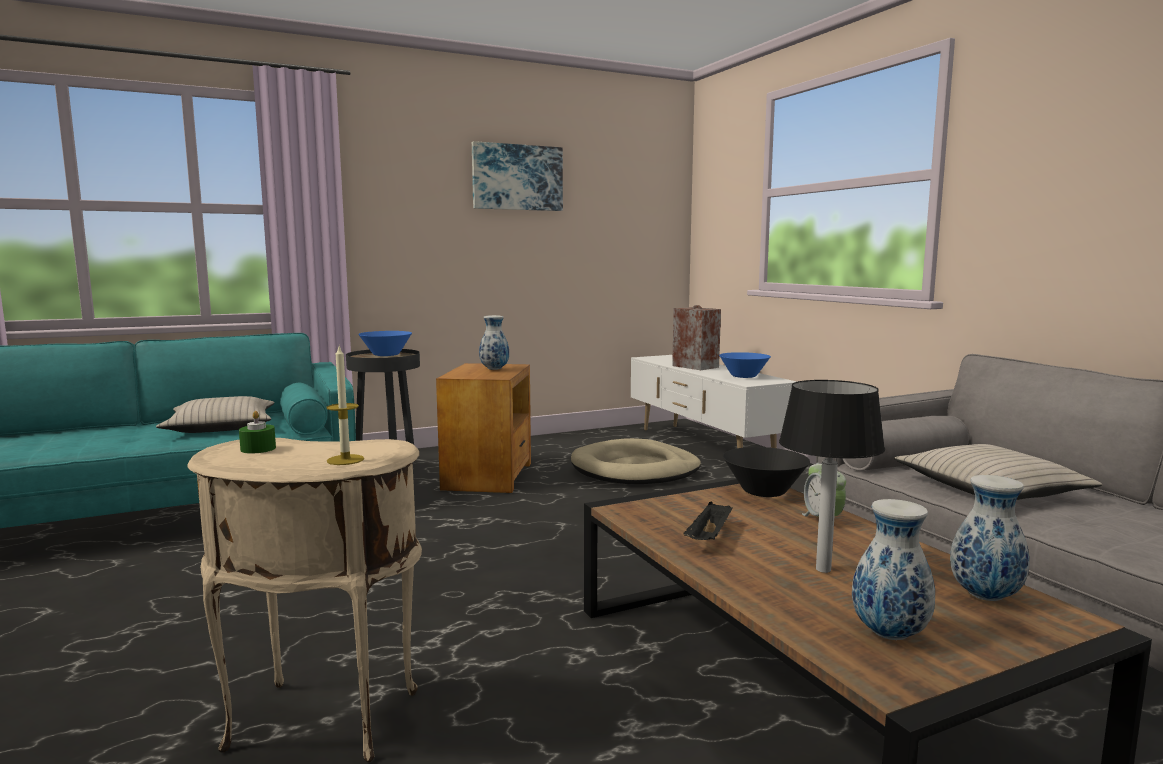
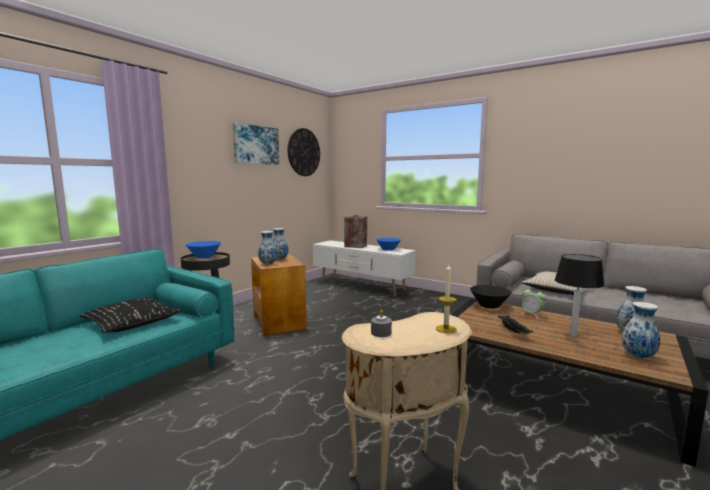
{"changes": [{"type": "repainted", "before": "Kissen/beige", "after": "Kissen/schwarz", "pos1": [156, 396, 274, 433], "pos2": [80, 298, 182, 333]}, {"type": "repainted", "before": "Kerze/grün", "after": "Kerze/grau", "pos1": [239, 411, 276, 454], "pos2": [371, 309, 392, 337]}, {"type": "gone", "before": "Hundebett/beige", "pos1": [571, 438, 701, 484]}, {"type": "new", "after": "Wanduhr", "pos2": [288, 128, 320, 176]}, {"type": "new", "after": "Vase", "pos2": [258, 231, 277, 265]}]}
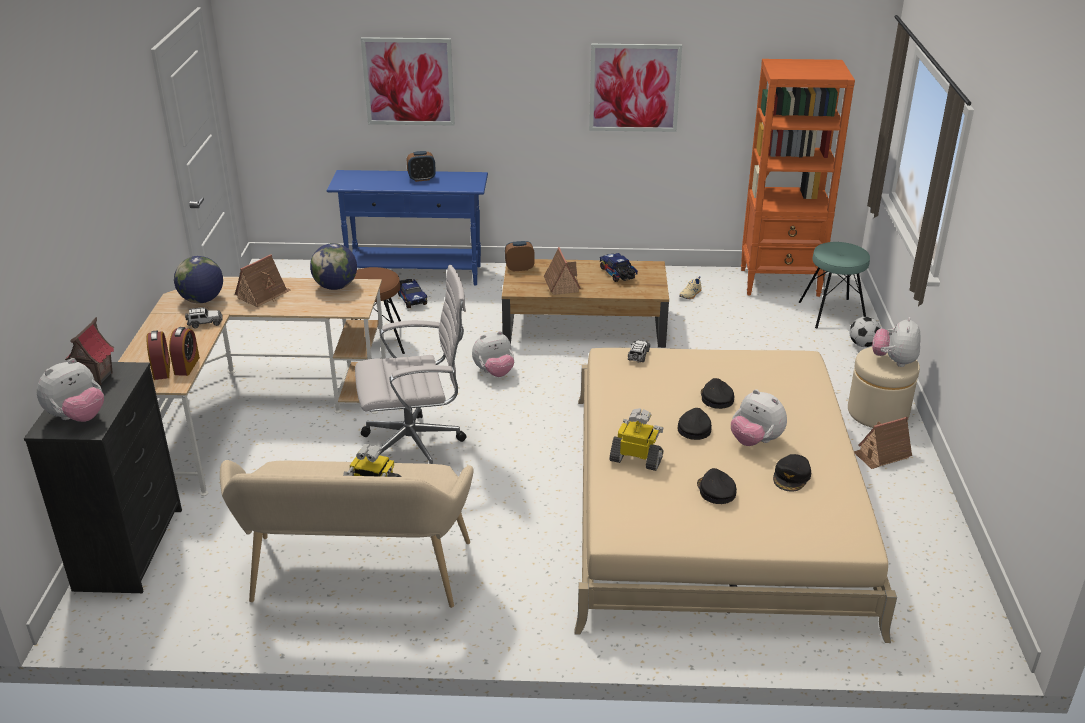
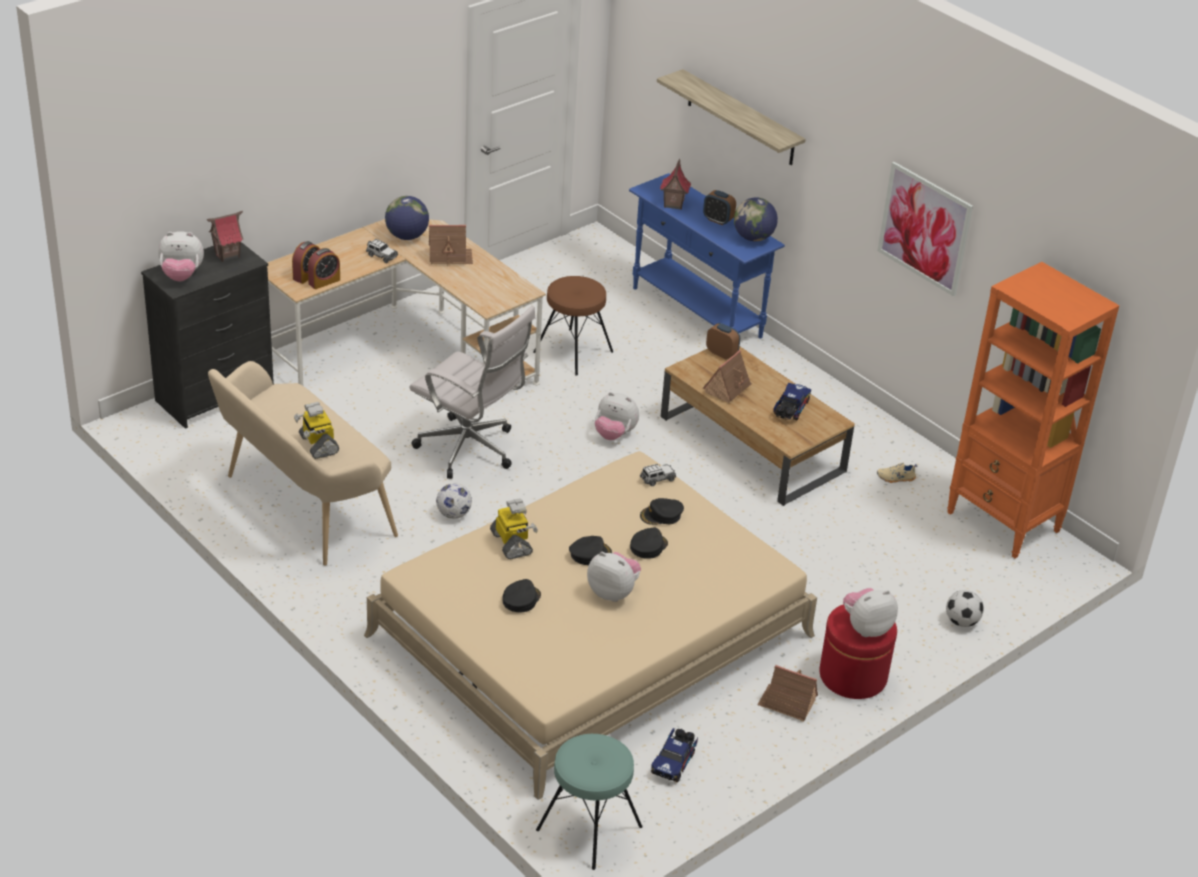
{"changes": [{"type": "swapped", "before": "Bild", "after": "Wandregal", "pos1": [361, 37, 455, 126], "pos2": [657, 69, 806, 165]}, {"type": "shifted", "before": "Hocker/türkis", "pos1": [798, 242, 870, 329], "pos2": [536, 734, 643, 870]}, {"type": "shifted", "before": "Globus", "pos1": [310, 243, 357, 290], "pos2": [734, 198, 778, 241]}, {"type": "shifted", "before": "Spielzeuglaster", "pos1": [398, 279, 427, 308], "pos2": [651, 728, 698, 782]}, {"type": "repainted", "before": "Polsterhocker/beige", "after": "Polsterhocker/rot", "pos1": [848, 347, 920, 428], "pos2": [819, 604, 897, 699]}, {"type": "rotated", "before": "Plüschtier", "pos1": [731, 389, 787, 446], "pos2": [587, 552, 641, 602], "turn": 120}, {"type": "shifted", "before": "Kappe/schwarz", "pos1": [773, 454, 811, 492], "pos2": [640, 498, 684, 525]}, {"type": "new", "after": "Spielzeughaus", "pos2": [660, 159, 691, 210]}, {"type": "new", "after": "Fußball", "pos2": [436, 483, 472, 519]}]}
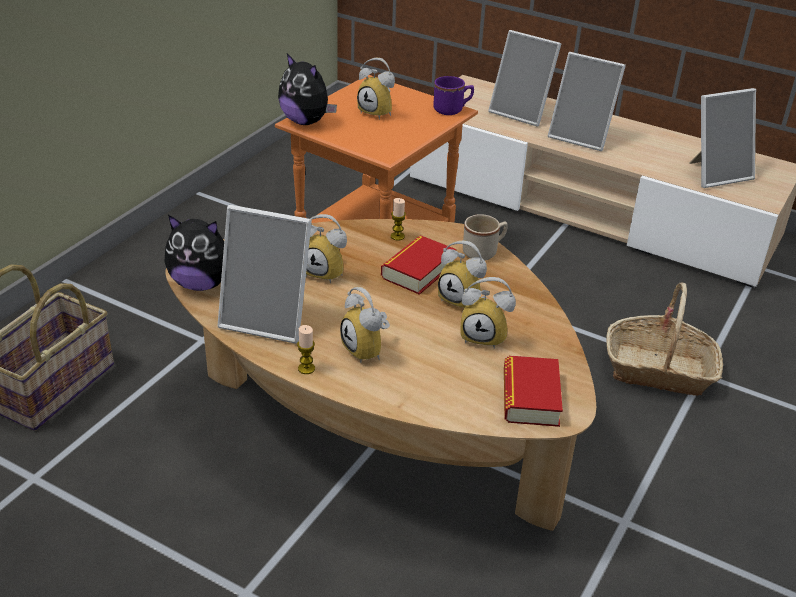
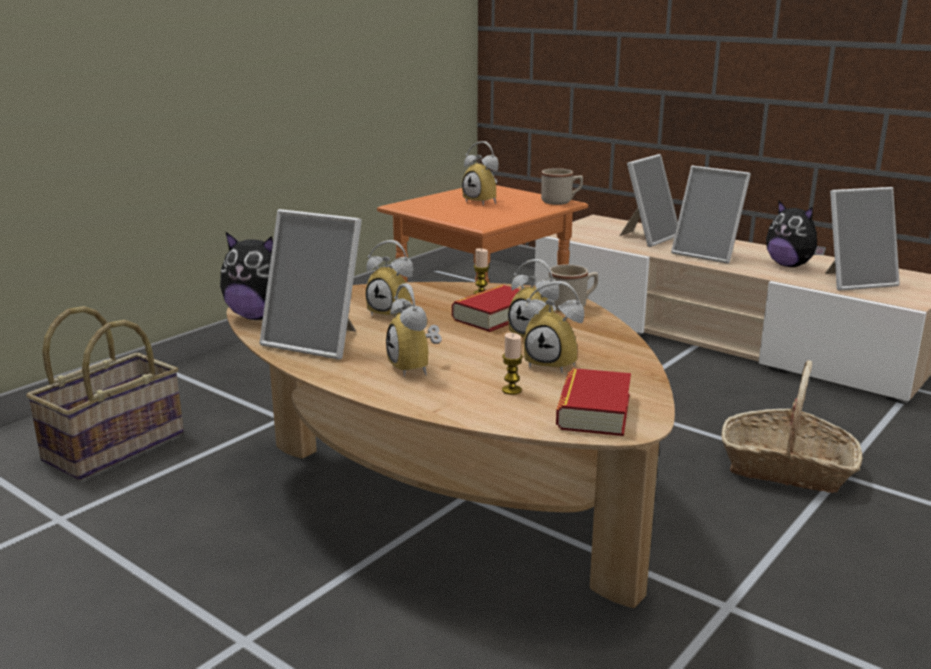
{"changes": [{"type": "rotated", "before": "Bilderrahmen", "pos1": [488, 30, 561, 127], "pos2": [619, 154, 678, 247], "turn": -90}, {"type": "shifted", "before": "Plüschtier", "pos1": [278, 53, 337, 125], "pos2": [766, 201, 826, 267]}, {"type": "repainted", "before": "Henkelbecher/lila", "after": "Henkelbecher/beige", "pos1": [433, 76, 474, 115], "pos2": [541, 168, 583, 205]}, {"type": "shifted", "before": "Kerze", "pos1": [297, 325, 315, 374], "pos2": [502, 333, 523, 395]}]}
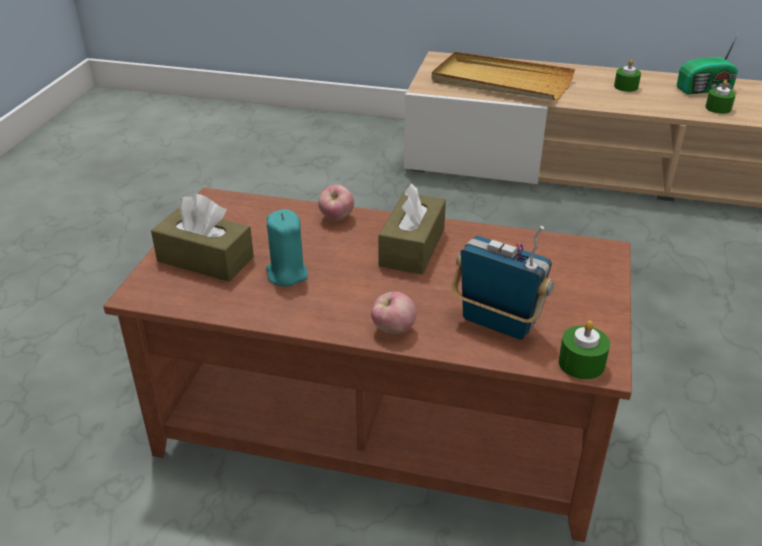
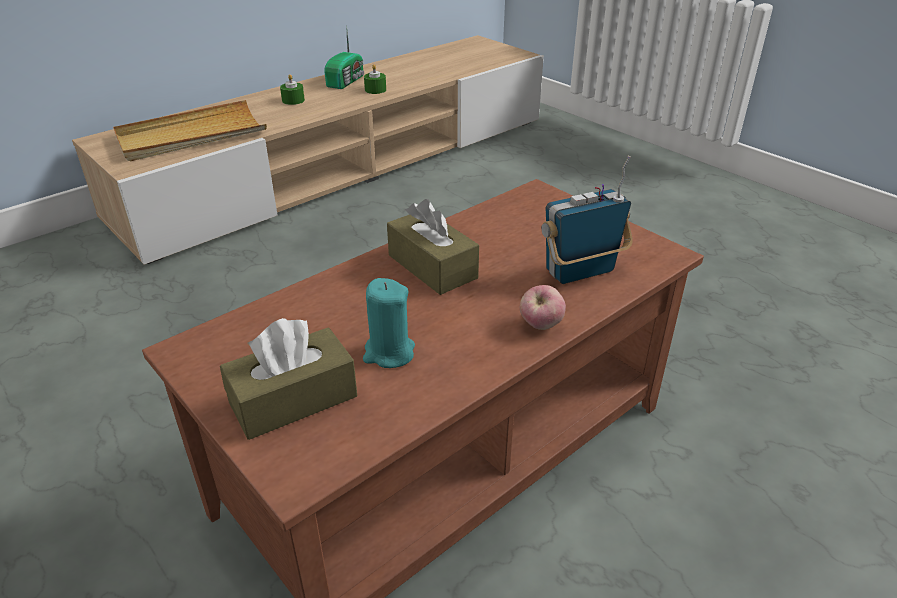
{"changes": [{"type": "gone", "before": "Apfel", "pos1": [318, 185, 354, 220]}, {"type": "gone", "before": "Kerze/grün", "pos1": [558, 320, 610, 380]}]}
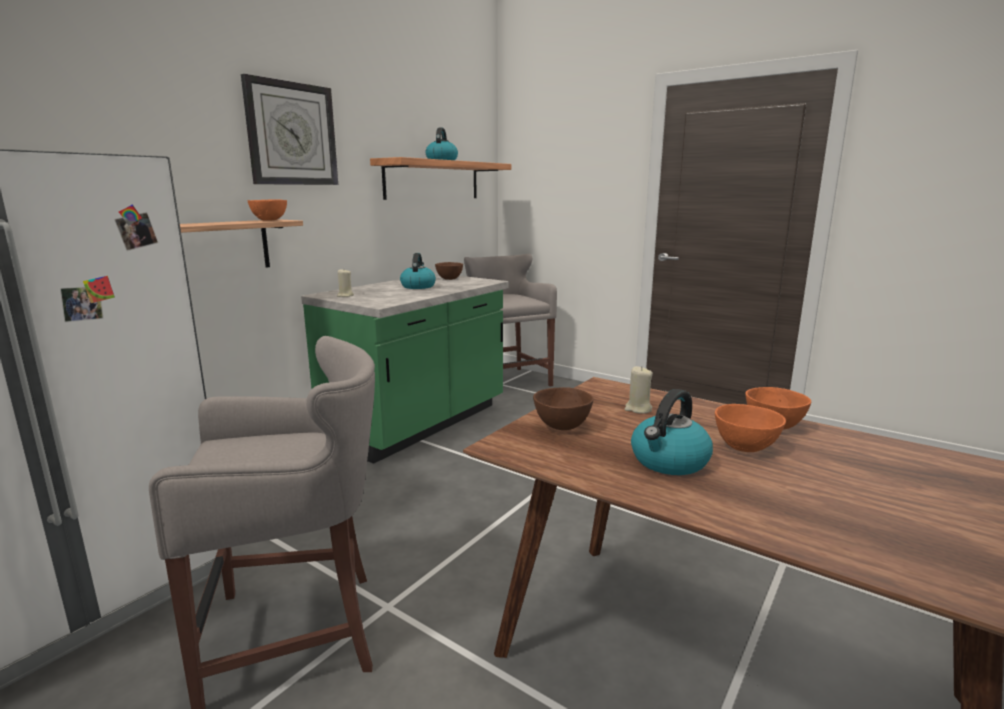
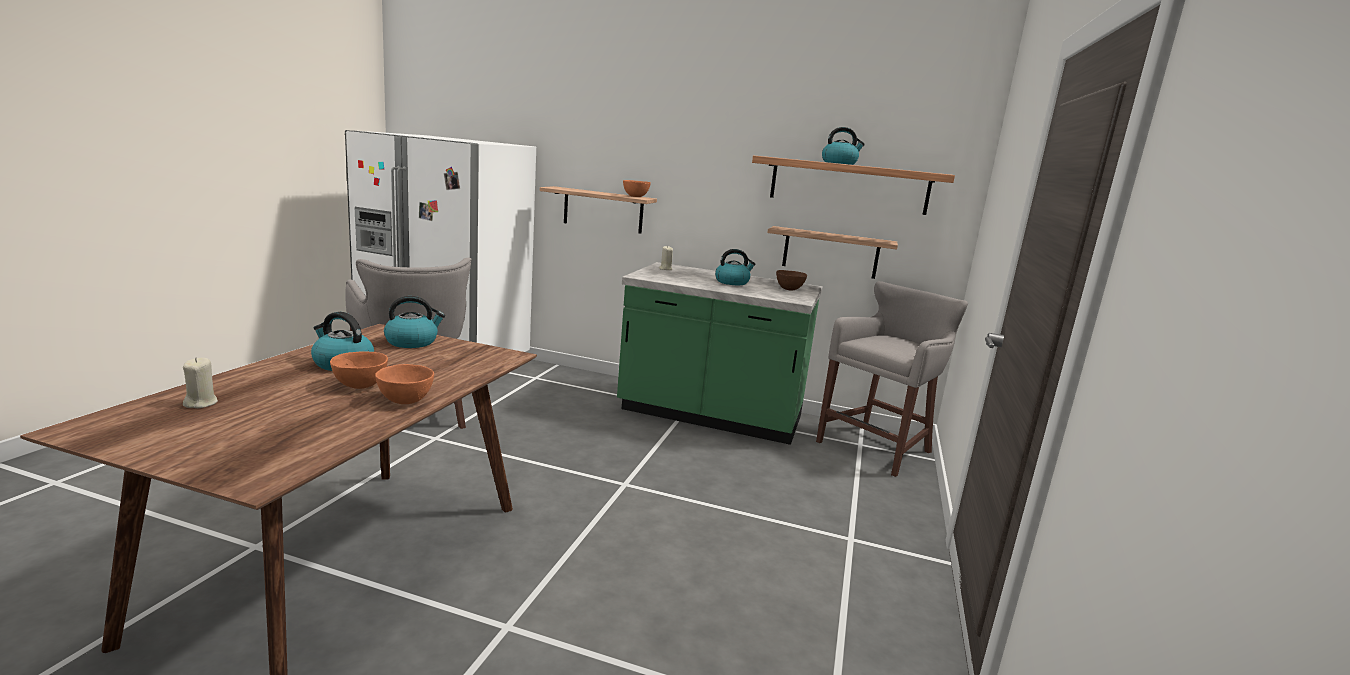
{"changes": [{"type": "gone", "before": "Wanduhr", "pos1": [241, 74, 338, 185]}, {"type": "shifted", "before": "Kerze/beige", "pos1": [625, 366, 653, 414], "pos2": [183, 358, 218, 408]}, {"type": "swapped", "before": "Schüssel/braun", "after": "Wasserkessel", "pos1": [533, 387, 594, 430], "pos2": [384, 296, 445, 348]}, {"type": "new", "after": "Wandregal", "pos2": [767, 226, 898, 279]}]}
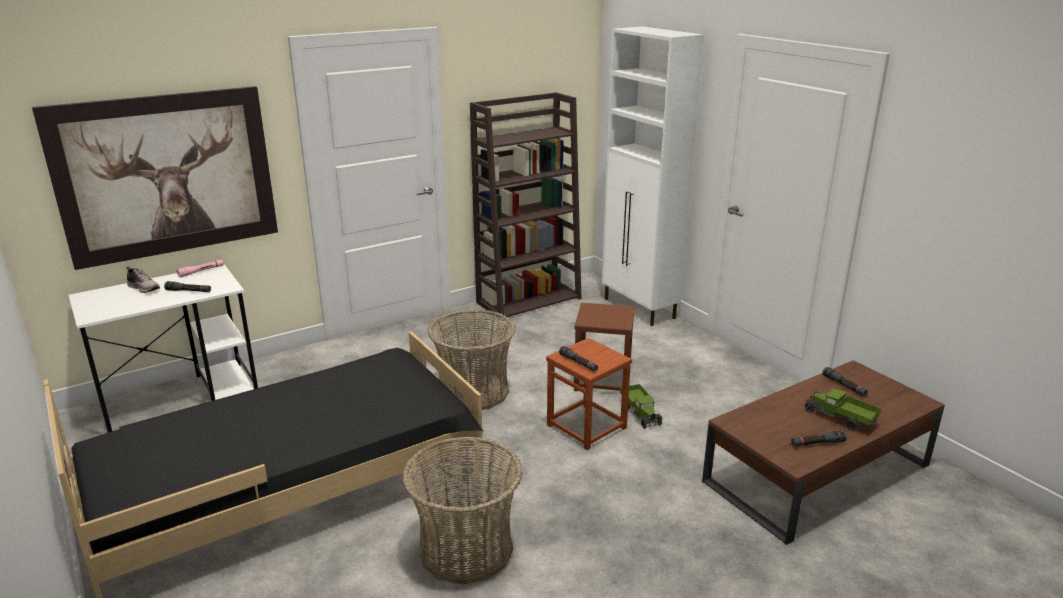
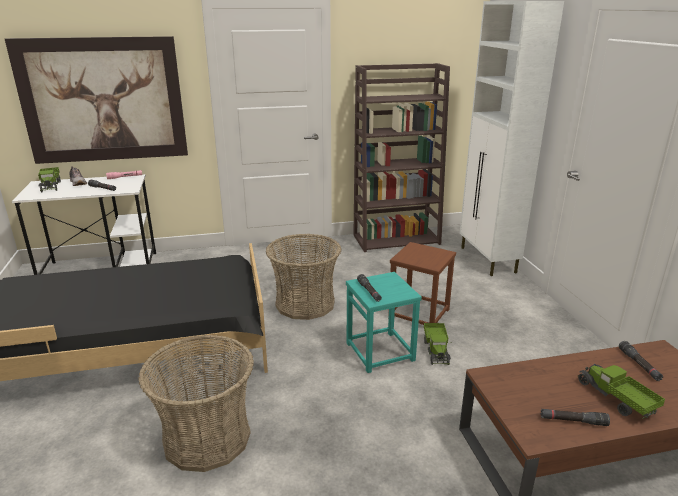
{"changes": [{"type": "repainted", "before": "Hocker/braun", "after": "Hocker/türkis", "pos1": [546, 338, 632, 450], "pos2": [346, 272, 422, 373]}, {"type": "new", "after": "Spielzeuglaster", "pos2": [38, 167, 61, 193]}]}
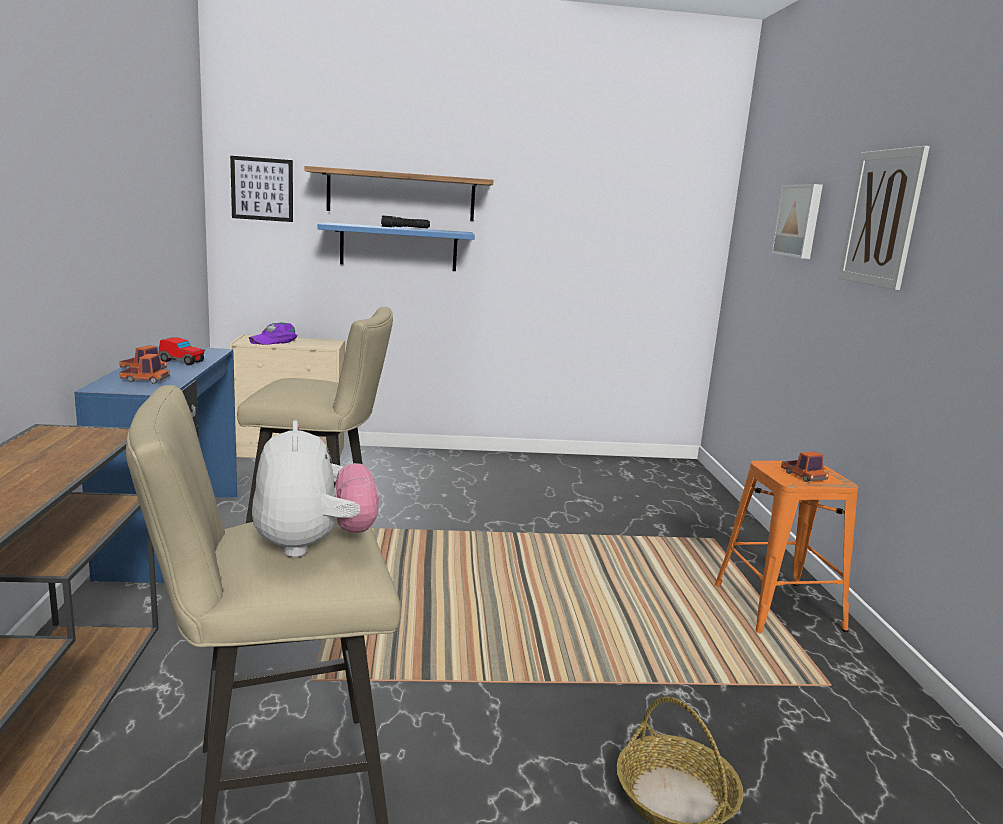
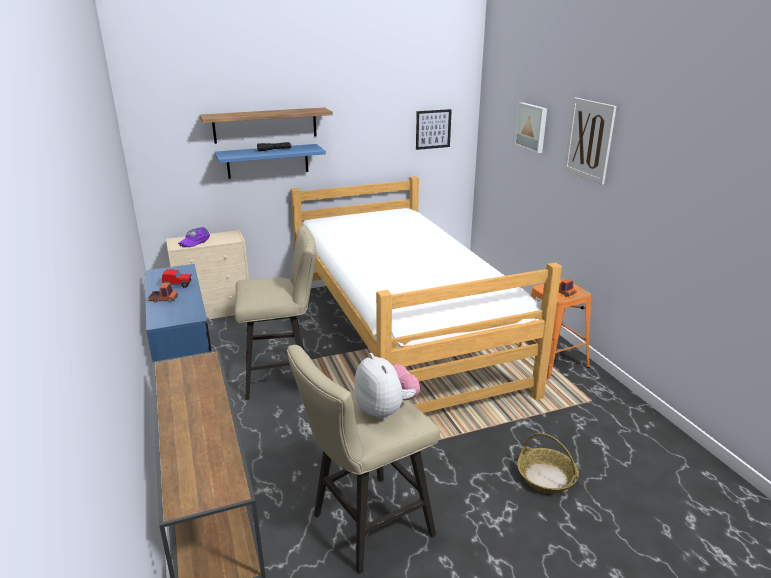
{"changes": [{"type": "shifted", "before": "Bild", "pos1": [230, 156, 293, 222], "pos2": [416, 109, 452, 150]}, {"type": "gone", "before": "Spielzeuglaster", "pos1": [119, 354, 170, 384]}, {"type": "new", "after": "Bett", "pos2": [291, 176, 562, 413]}]}
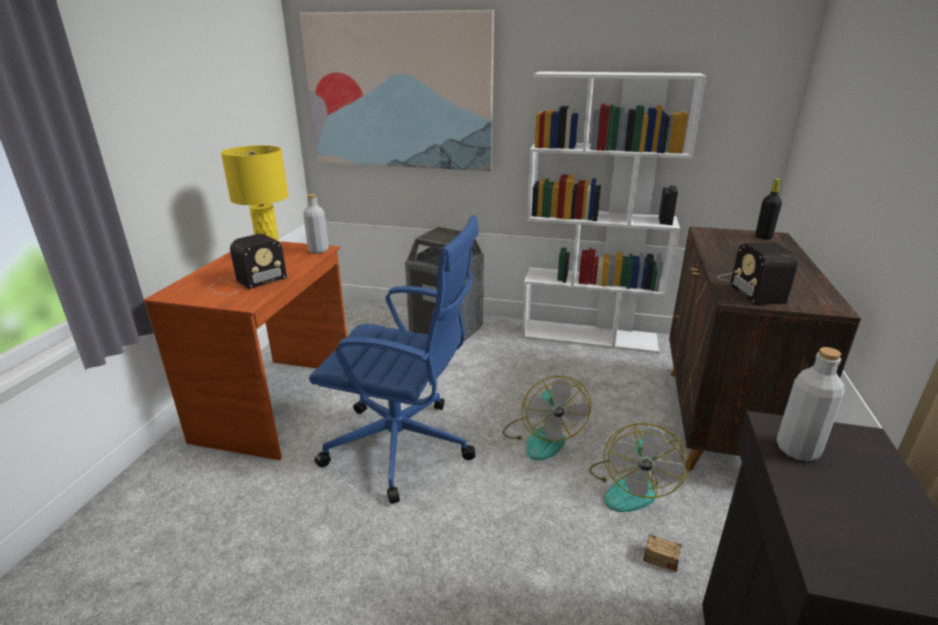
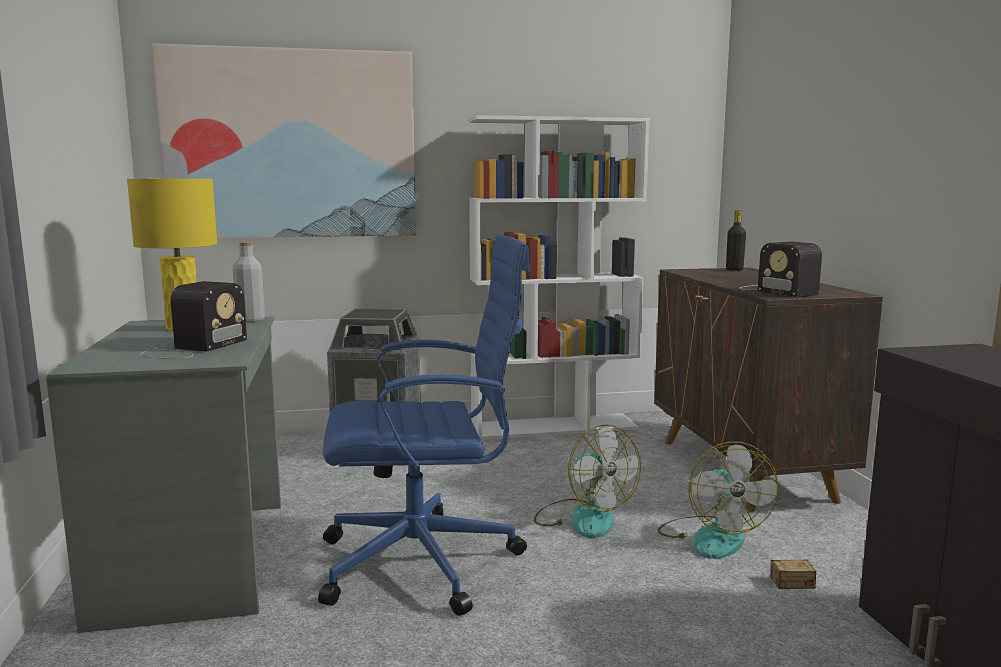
{"changes": [{"type": "repainted", "before": "Schreibtisch/braun", "after": "Schreibtisch/grau", "pos1": [144, 241, 347, 460], "pos2": [46, 316, 281, 633]}, {"type": "gone", "before": "Flasche/grau", "pos1": [777, 347, 845, 461]}]}
